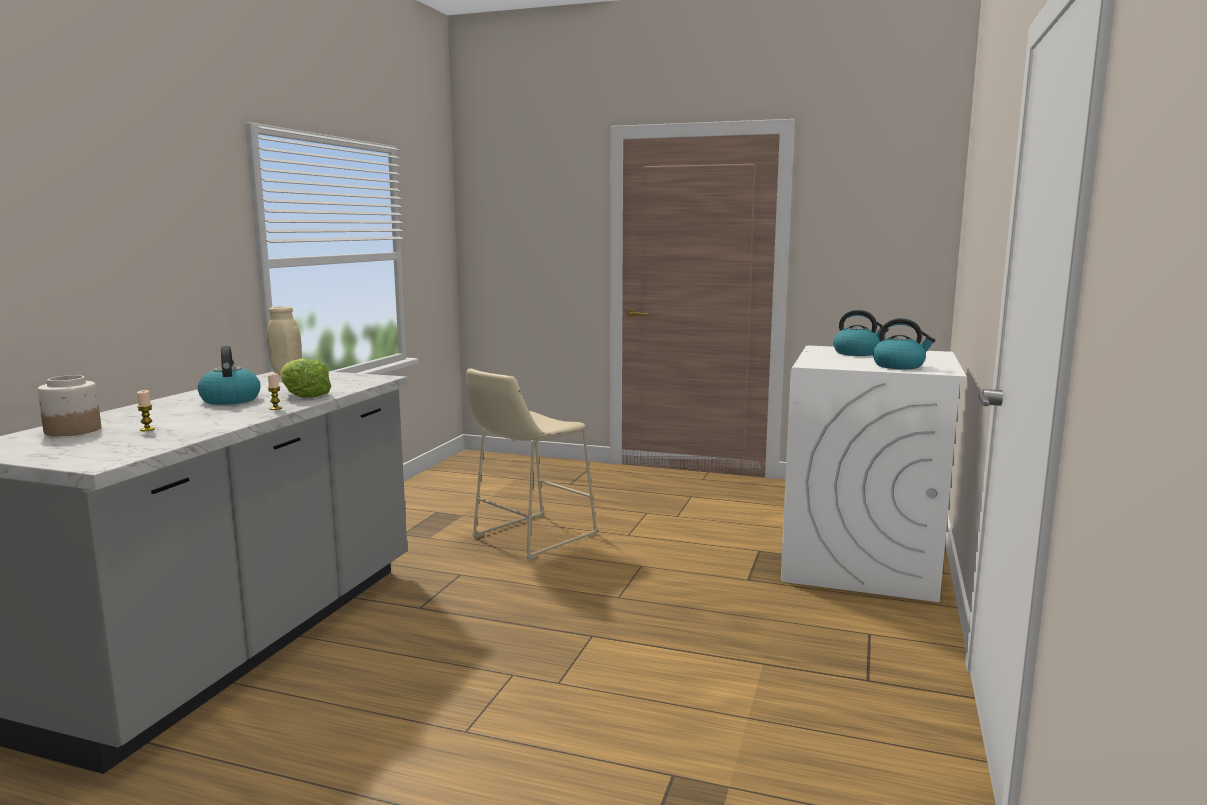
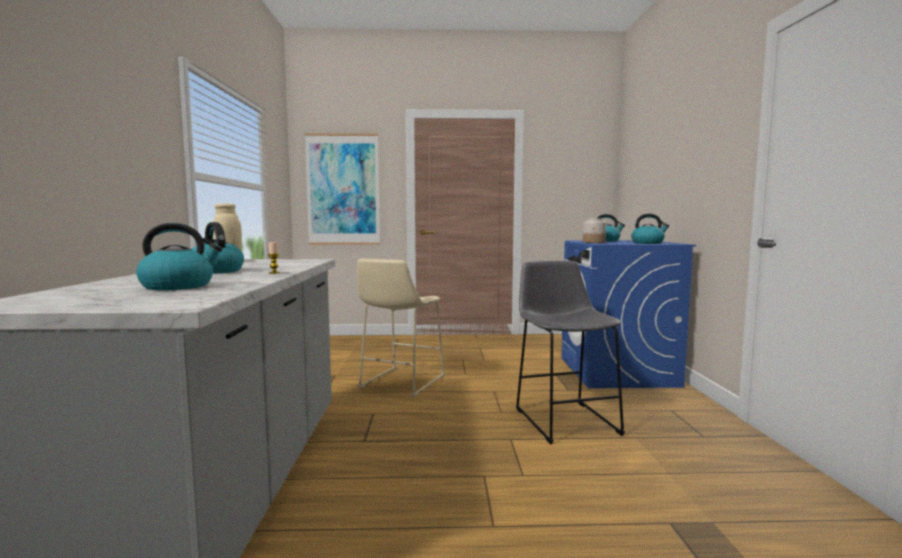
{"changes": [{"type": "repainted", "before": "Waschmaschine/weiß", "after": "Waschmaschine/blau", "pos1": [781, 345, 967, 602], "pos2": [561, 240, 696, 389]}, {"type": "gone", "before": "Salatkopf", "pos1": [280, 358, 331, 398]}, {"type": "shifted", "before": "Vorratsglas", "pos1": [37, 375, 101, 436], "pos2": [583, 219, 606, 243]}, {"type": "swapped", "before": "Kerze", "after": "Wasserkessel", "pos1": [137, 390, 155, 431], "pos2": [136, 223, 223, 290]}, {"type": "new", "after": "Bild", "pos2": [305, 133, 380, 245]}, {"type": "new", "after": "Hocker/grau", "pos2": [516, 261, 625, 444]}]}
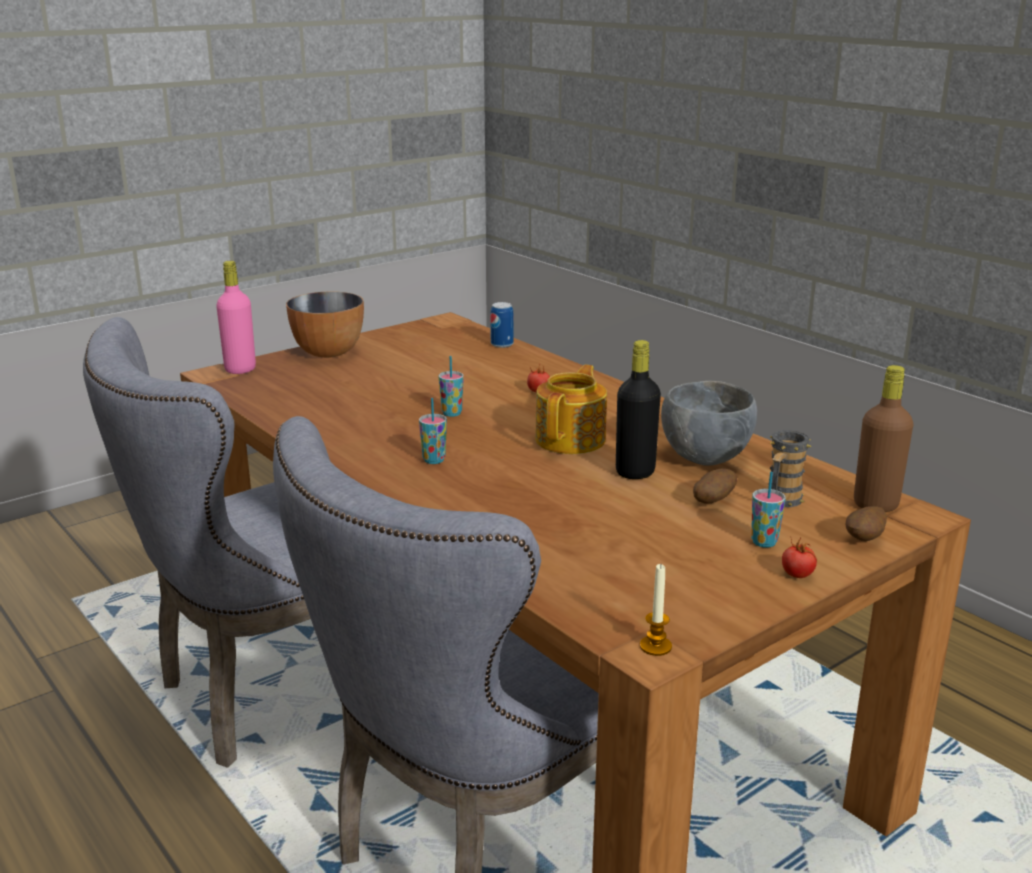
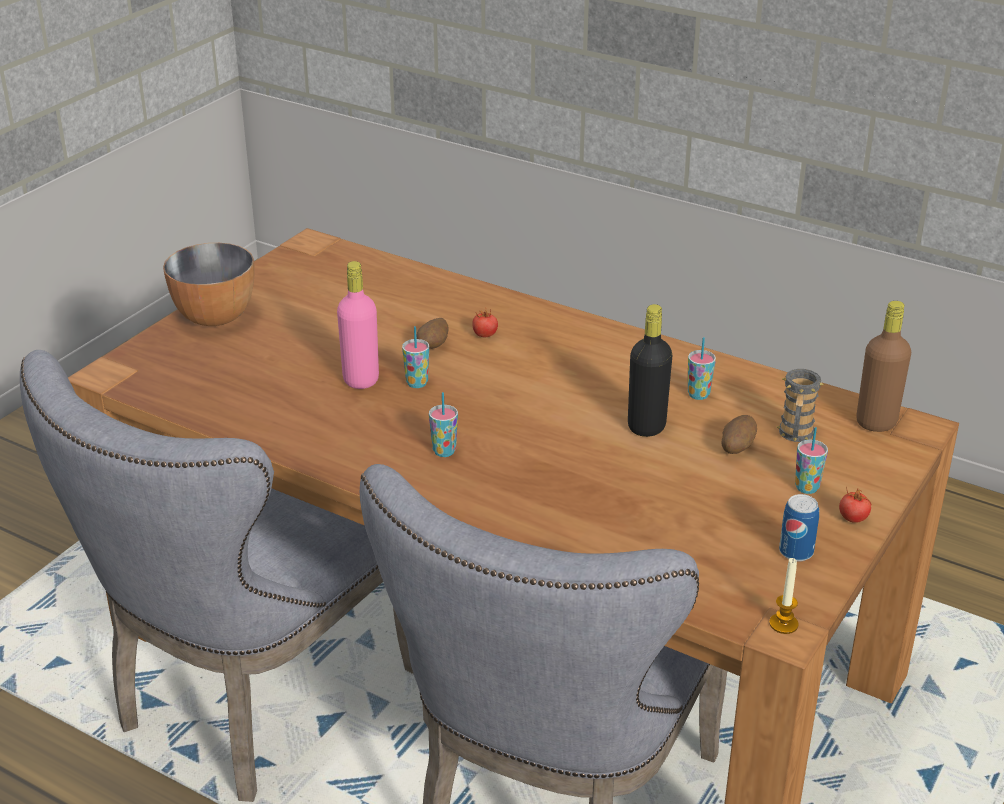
{"changes": [{"type": "shifted", "before": "Flasche/rosa", "pos1": [216, 261, 256, 374], "pos2": [337, 261, 379, 389]}, {"type": "shifted", "before": "Dose", "pos1": [490, 302, 514, 348], "pos2": [779, 494, 819, 561]}, {"type": "gone", "before": "Teekanne", "pos1": [535, 365, 607, 454]}, {"type": "swapped", "before": "Schüssel/grau", "after": "Tasse", "pos1": [661, 381, 757, 466], "pos2": [688, 337, 716, 400]}, {"type": "shifted", "before": "Kartoffel", "pos1": [846, 506, 887, 541], "pos2": [417, 318, 449, 349]}]}
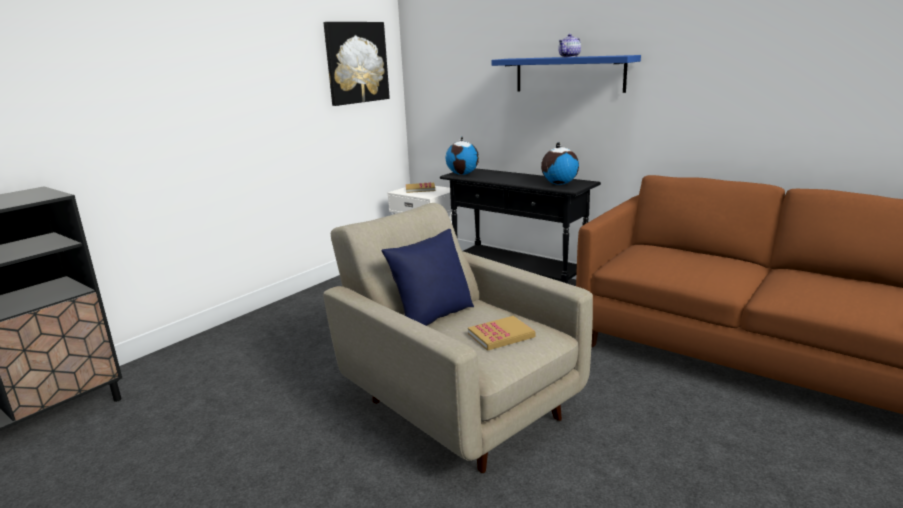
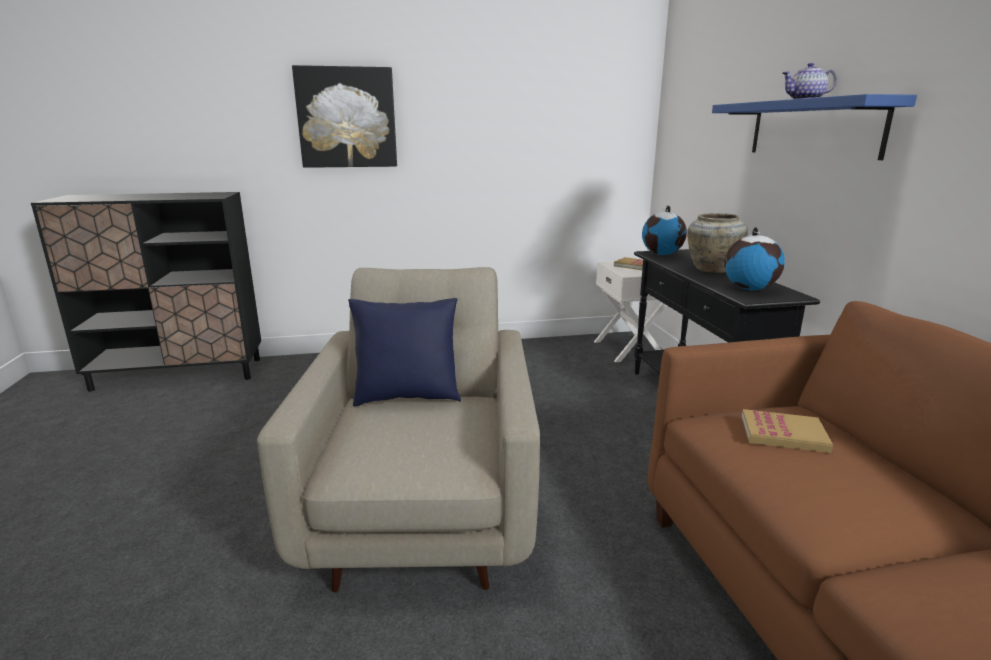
{"changes": [{"type": "shifted", "before": "Bild", "pos1": [323, 22, 390, 106], "pos2": [292, 65, 397, 168]}, {"type": "shifted", "before": "Buch", "pos1": [468, 316, 535, 351], "pos2": [741, 409, 833, 453]}, {"type": "new", "after": "Vase/beige", "pos2": [687, 213, 748, 273]}]}
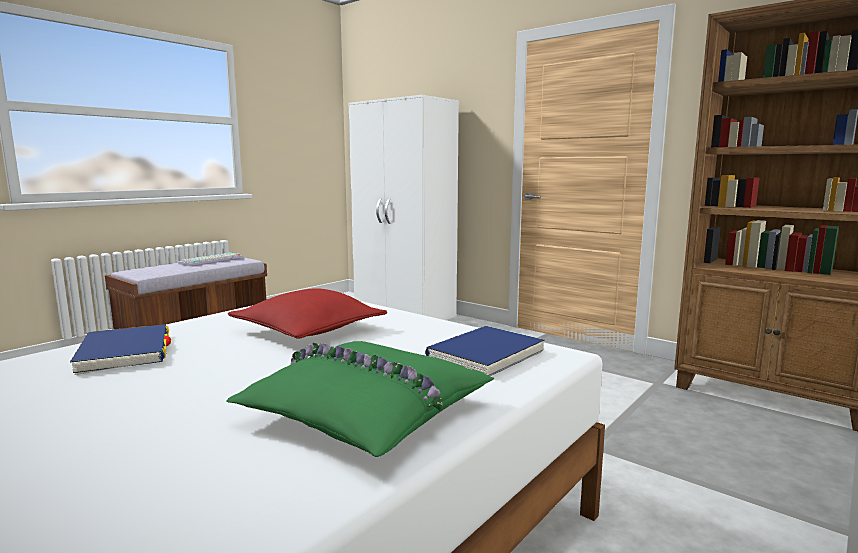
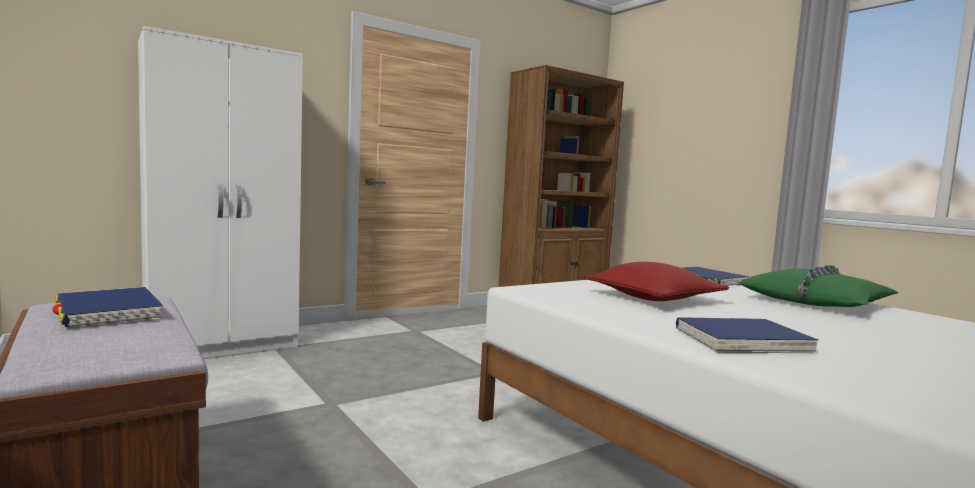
{"changes": [{"type": "swapped", "before": "Tastatur", "after": "Buch/blau", "pos1": [178, 252, 243, 266], "pos2": [52, 287, 163, 327]}]}
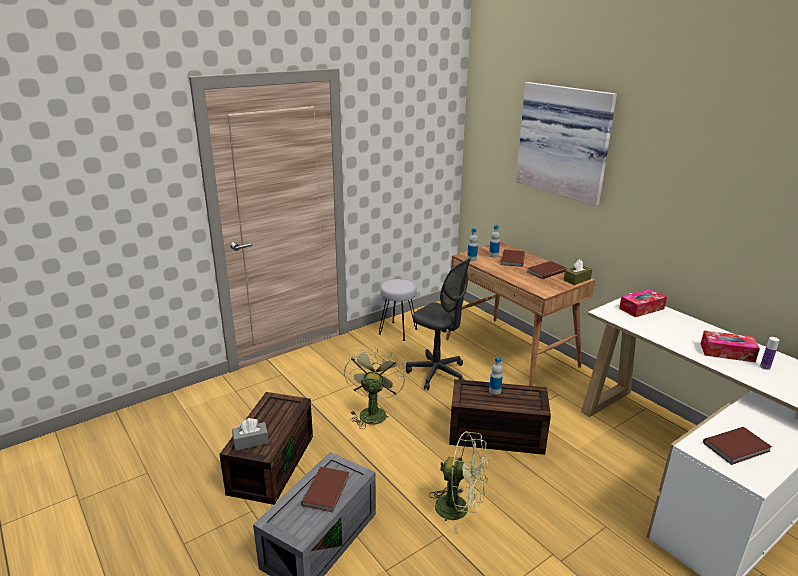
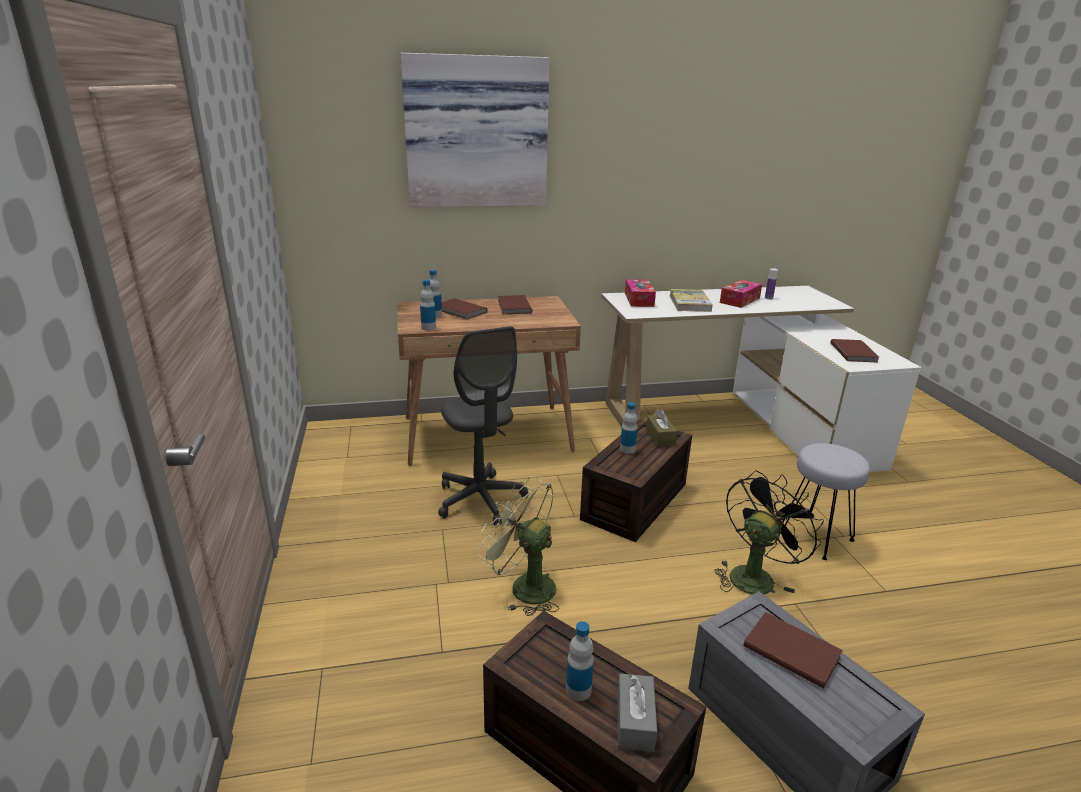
{"changes": [{"type": "rotated", "before": "Bürostuhl/grau", "pos1": [406, 258, 471, 390], "pos2": [438, 326, 528, 526], "turn": 90}, {"type": "shifted", "before": "Taschentuchbox/braun", "pos1": [564, 259, 592, 285], "pos2": [646, 409, 678, 446]}, {"type": "shifted", "before": "Hocker/grau", "pos1": [379, 279, 418, 341], "pos2": [780, 443, 870, 560]}, {"type": "repainted", "before": "Ventilator/grün", "after": "Ventilator/schwarz", "pos1": [429, 431, 488, 533], "pos2": [714, 470, 824, 595]}, {"type": "new", "after": "Buch", "pos2": [669, 289, 713, 312]}, {"type": "new", "after": "Flasche", "pos2": [566, 621, 594, 701]}]}
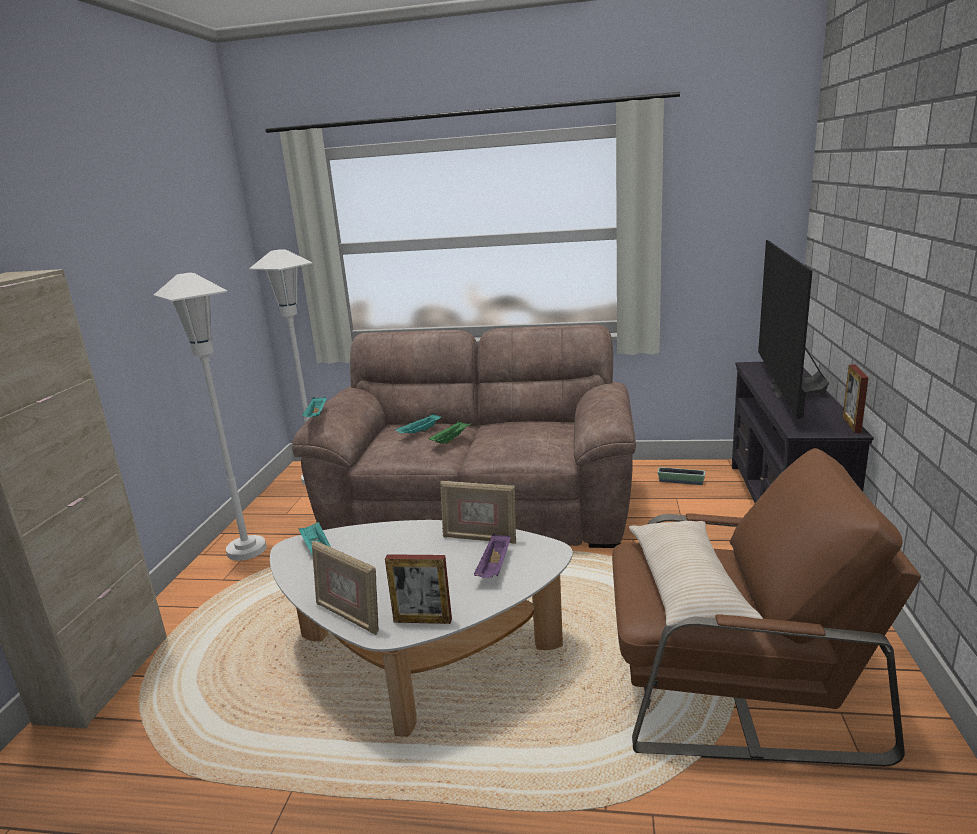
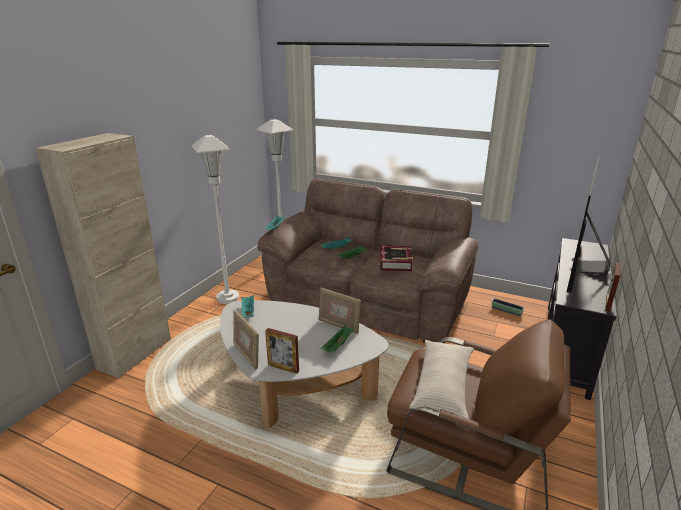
{"changes": [{"type": "repainted", "before": "Tablett/lila", "after": "Tablett/grün", "pos1": [474, 533, 511, 578], "pos2": [321, 326, 353, 353]}, {"type": "new", "after": "Buch", "pos2": [380, 245, 413, 272]}]}
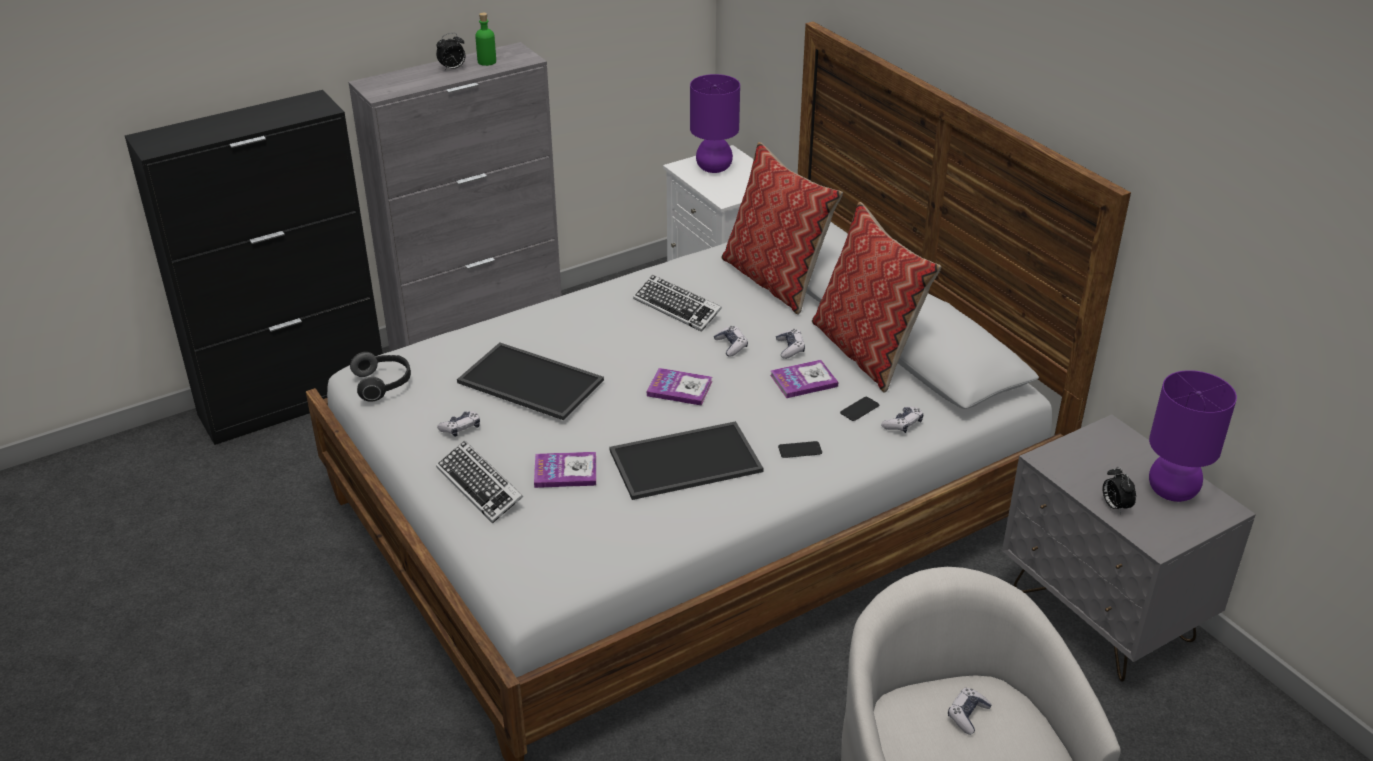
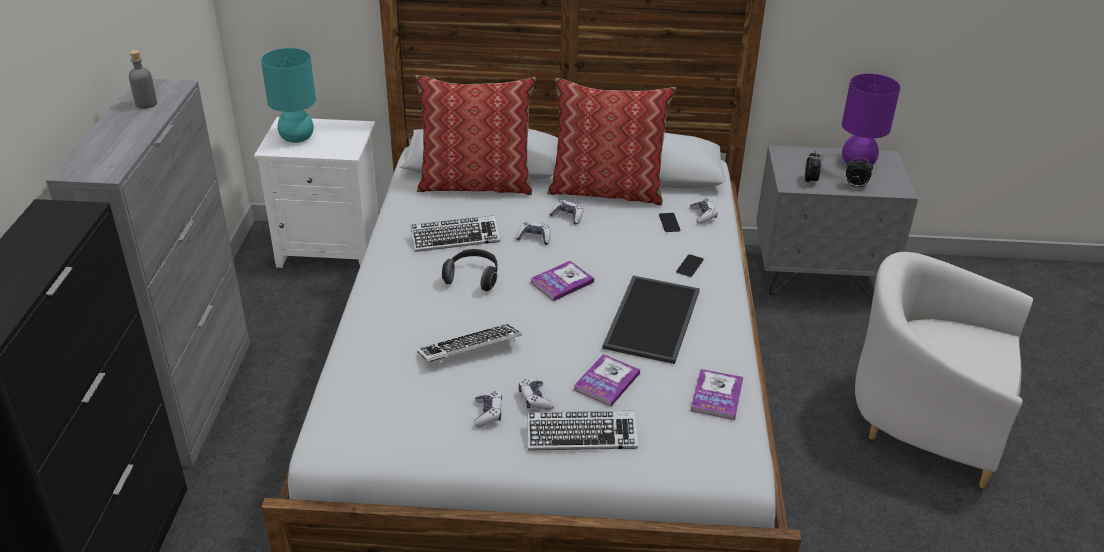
{"changes": [{"type": "repainted", "before": "Flasche/grün", "after": "Flasche/grau", "pos1": [475, 13, 496, 66], "pos2": [129, 50, 157, 109]}, {"type": "shifted", "before": "Wecker", "pos1": [436, 33, 466, 70], "pos2": [805, 151, 821, 186]}, {"type": "repainted", "before": "Tischlampe/lila", "after": "Tischlampe/türkis", "pos1": [690, 74, 740, 173], "pos2": [261, 48, 316, 143]}, {"type": "swapped", "before": "Tablett", "after": "Tastatur", "pos1": [457, 343, 604, 420], "pos2": [417, 324, 522, 363]}, {"type": "shifted", "before": "Kopfhörer", "pos1": [350, 352, 411, 402], "pos2": [442, 249, 497, 291]}, {"type": "shifted", "before": "Buch", "pos1": [770, 360, 838, 398], "pos2": [691, 369, 743, 420]}, {"type": "shifted", "before": "Gamepad", "pos1": [948, 688, 992, 735], "pos2": [519, 379, 554, 410]}]}
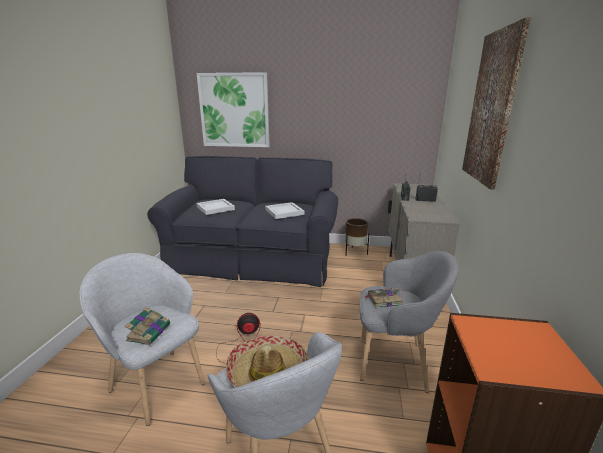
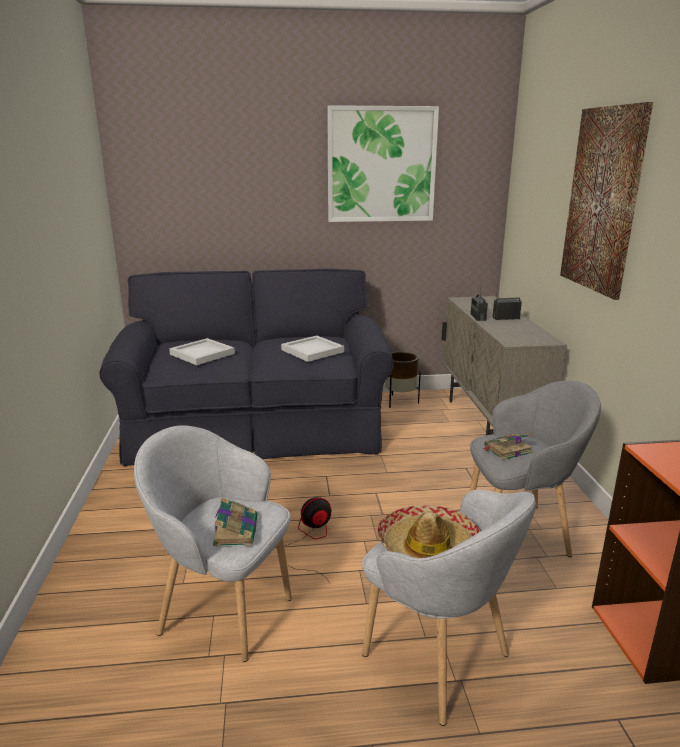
{"changes": [{"type": "shifted", "before": "Bild", "pos1": [197, 72, 270, 147], "pos2": [327, 105, 439, 222]}]}
